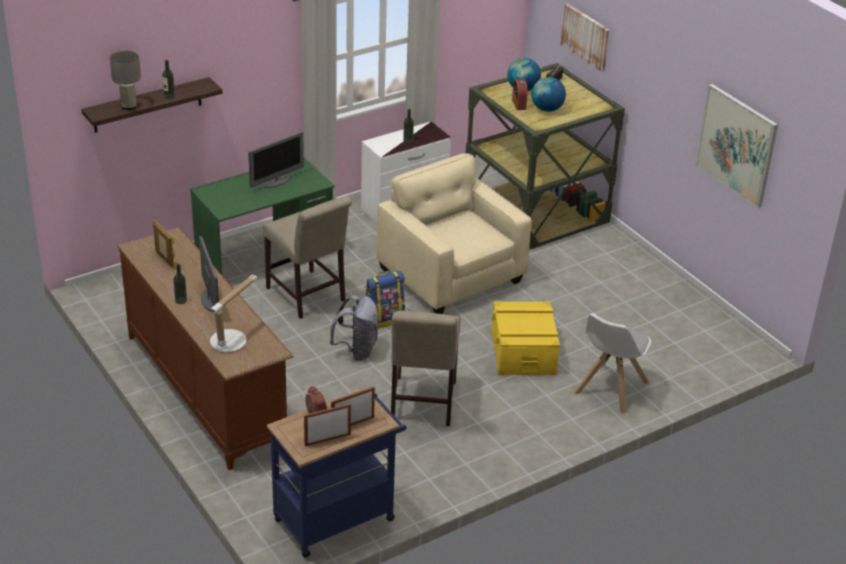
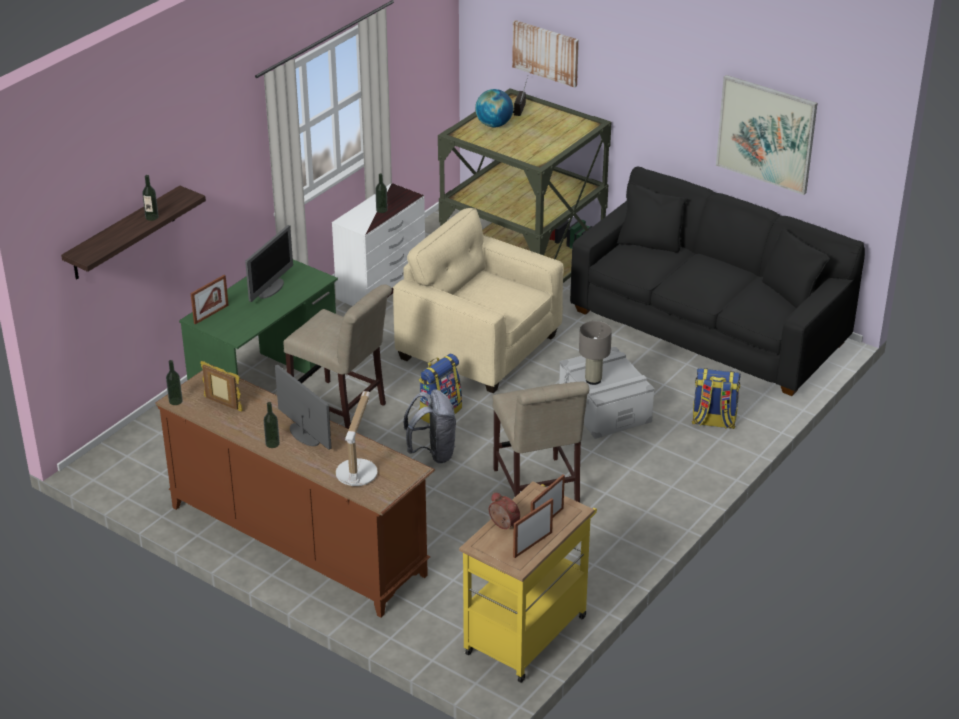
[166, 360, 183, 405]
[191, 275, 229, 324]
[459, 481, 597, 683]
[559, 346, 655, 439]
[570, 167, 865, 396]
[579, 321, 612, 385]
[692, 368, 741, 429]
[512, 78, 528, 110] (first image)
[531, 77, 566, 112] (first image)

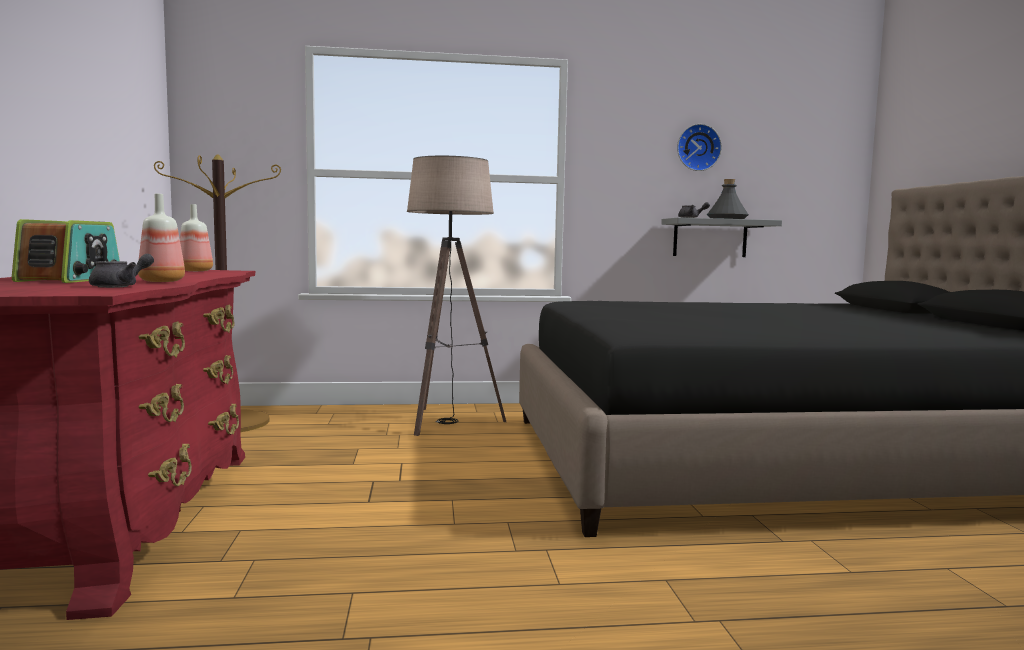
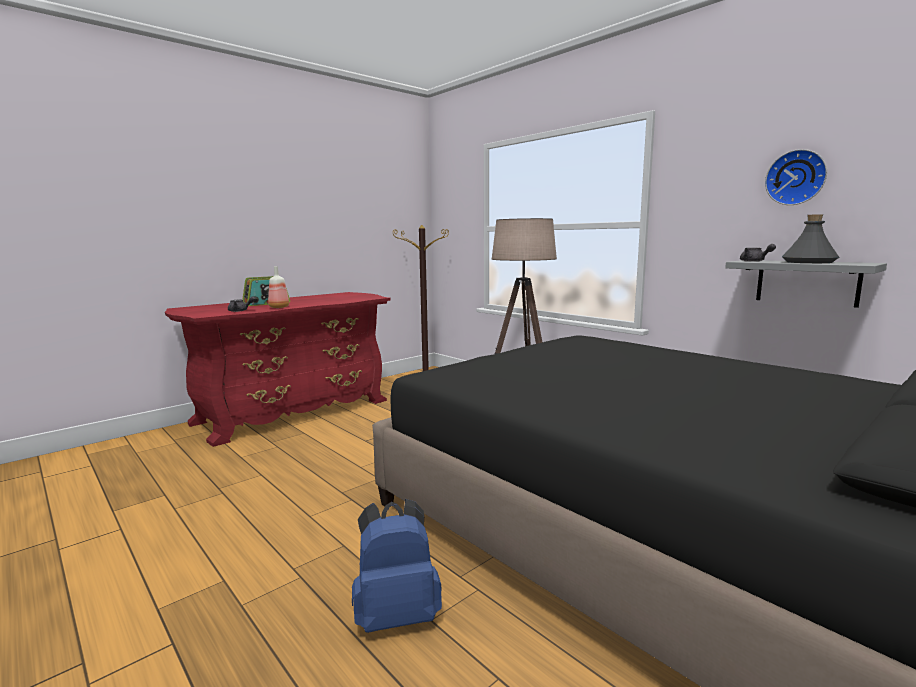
[352, 499, 442, 633]
[180, 204, 213, 271] (first image)

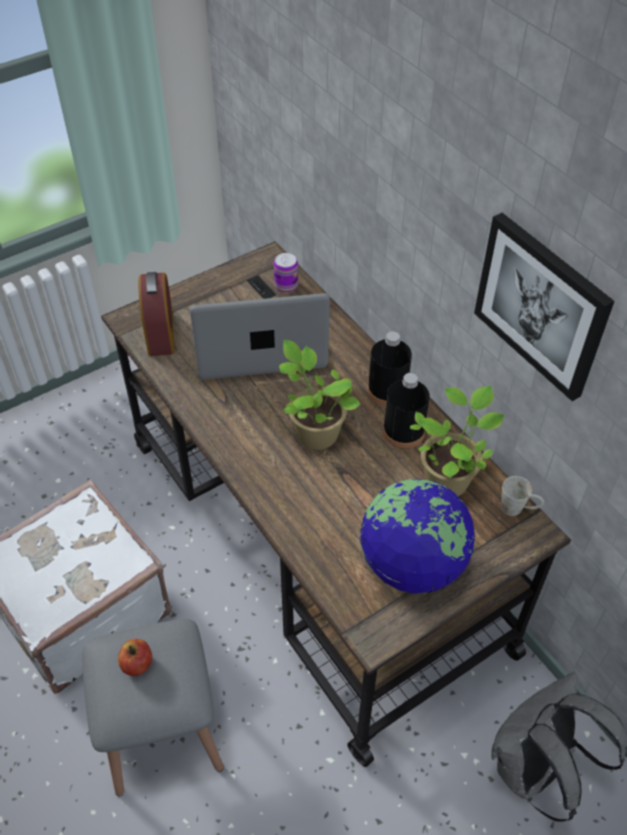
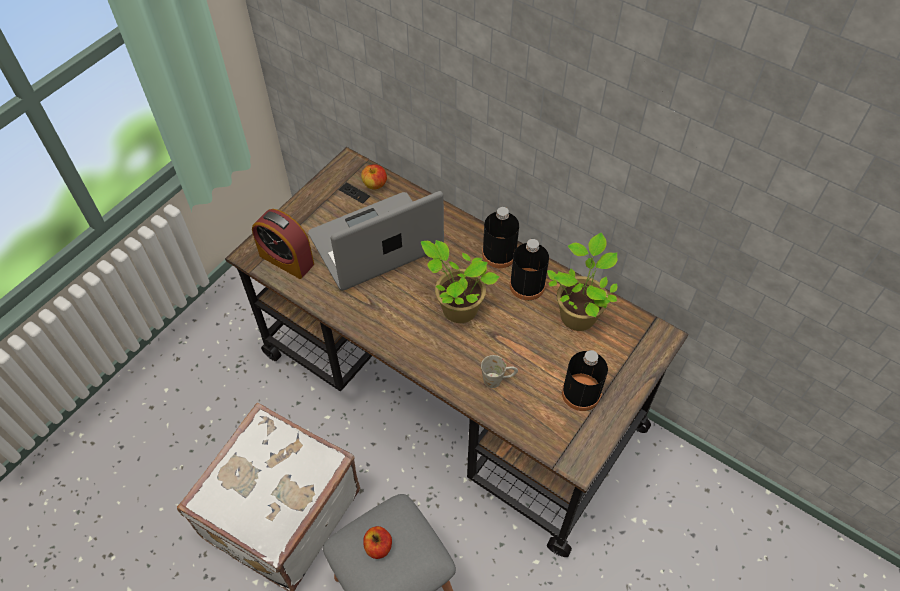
[252, 209, 314, 279]
[361, 164, 387, 190]
[481, 355, 518, 388]
[562, 350, 608, 411]
[474, 213, 614, 401] (first image)
[492, 672, 627, 822] (first image)

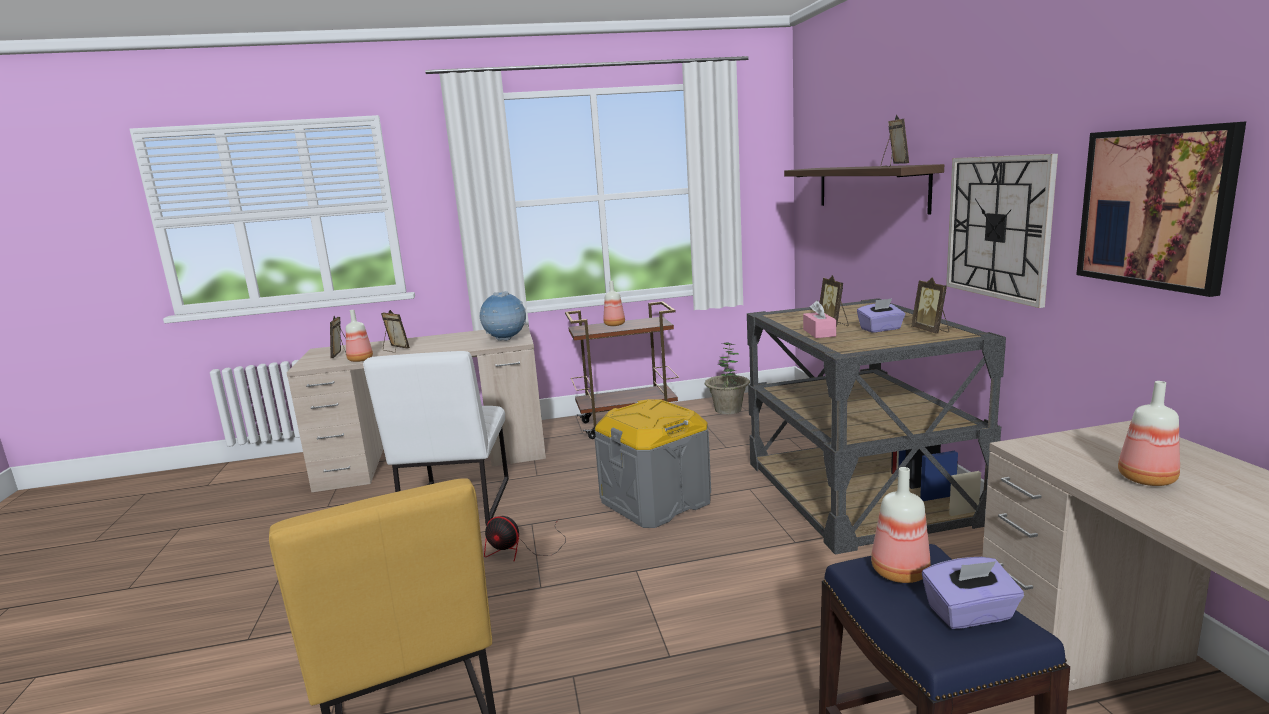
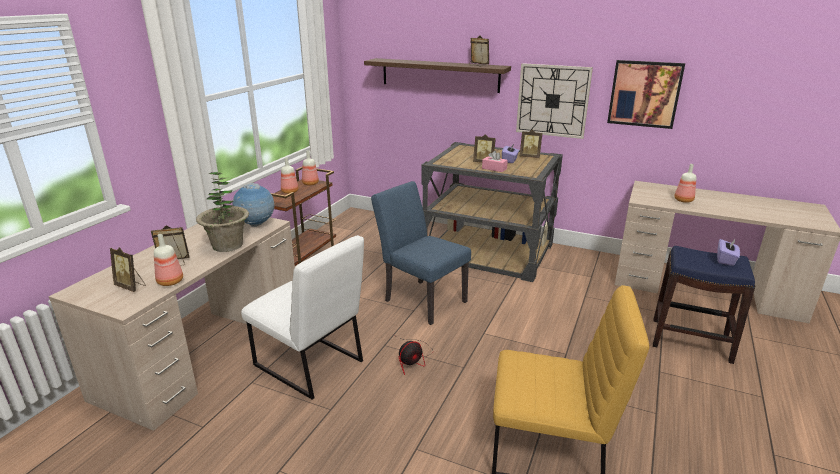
[196, 172, 249, 252]
[302, 150, 319, 186]
[371, 181, 471, 325]

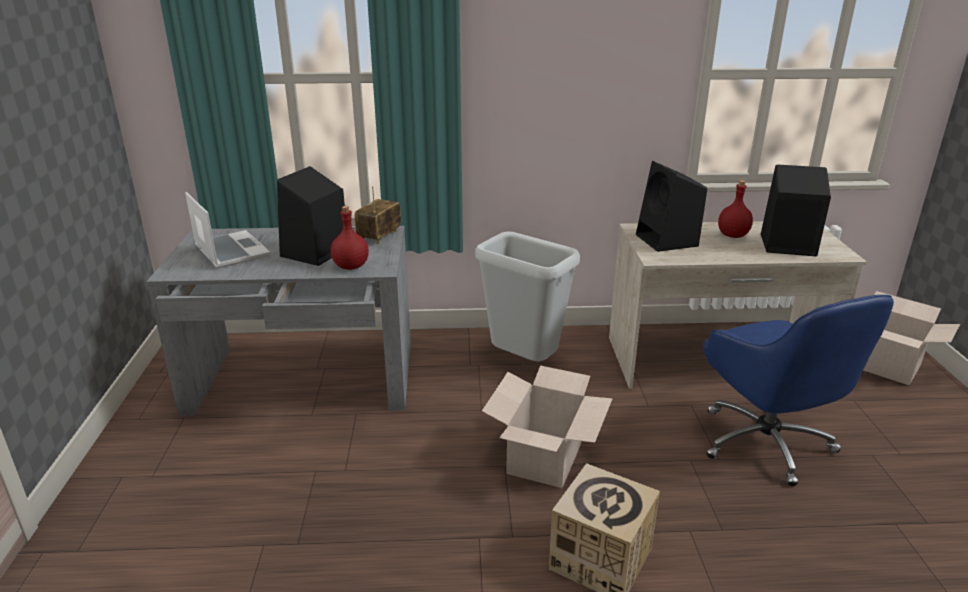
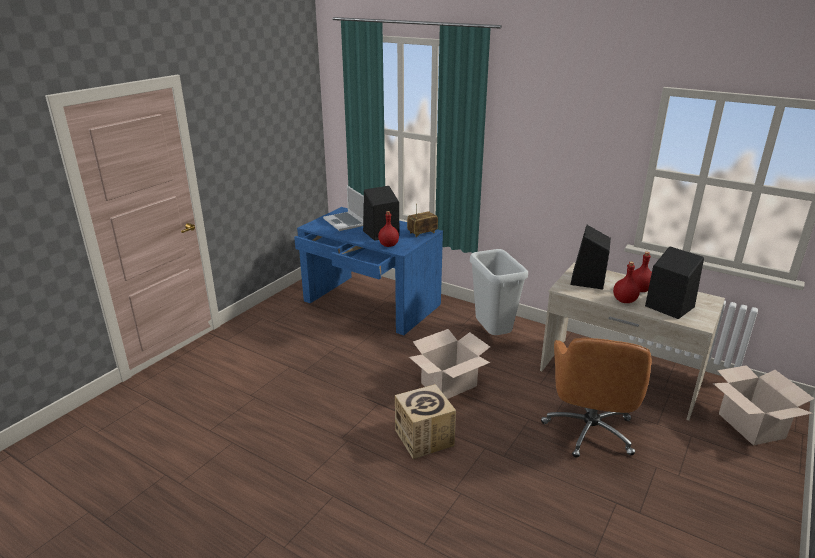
[294, 207, 443, 335]
[323, 186, 364, 231]
[541, 338, 652, 458]
[613, 262, 640, 303]

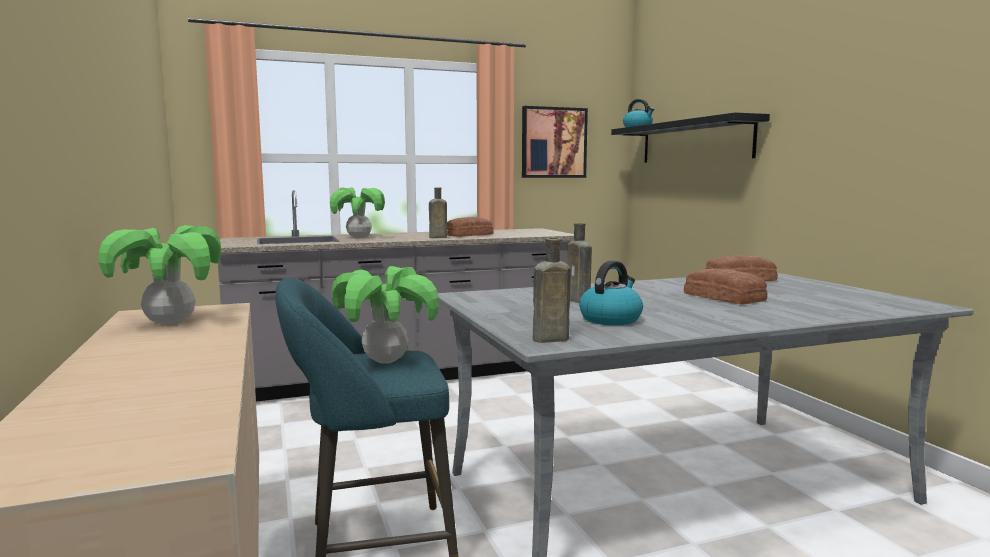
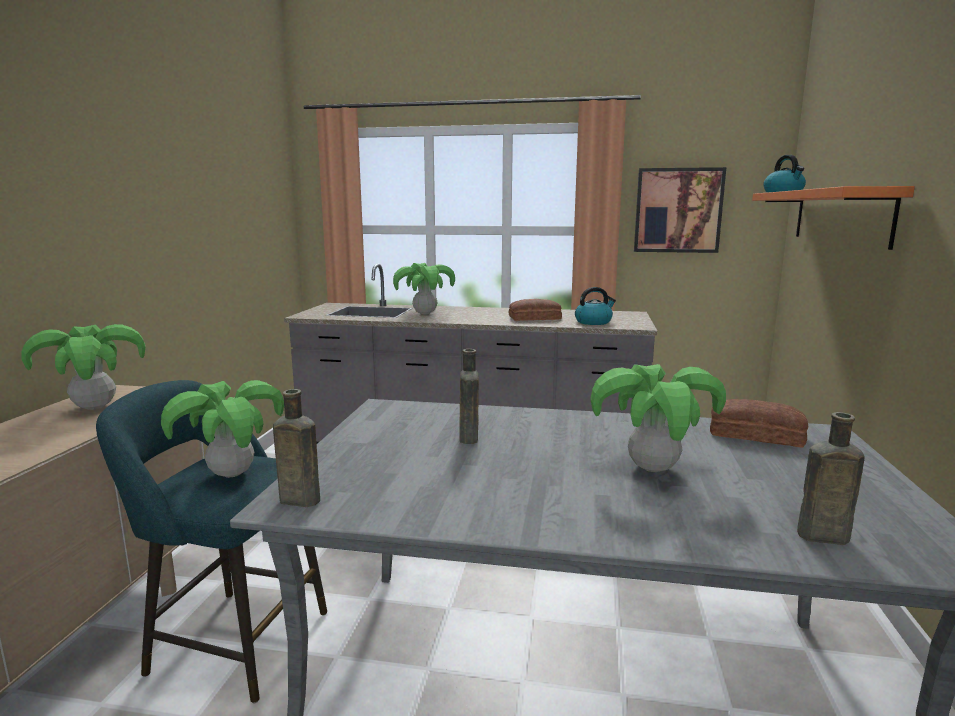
[575, 287, 616, 325]
[590, 364, 726, 472]
[752, 186, 915, 250]
[797, 412, 864, 545]

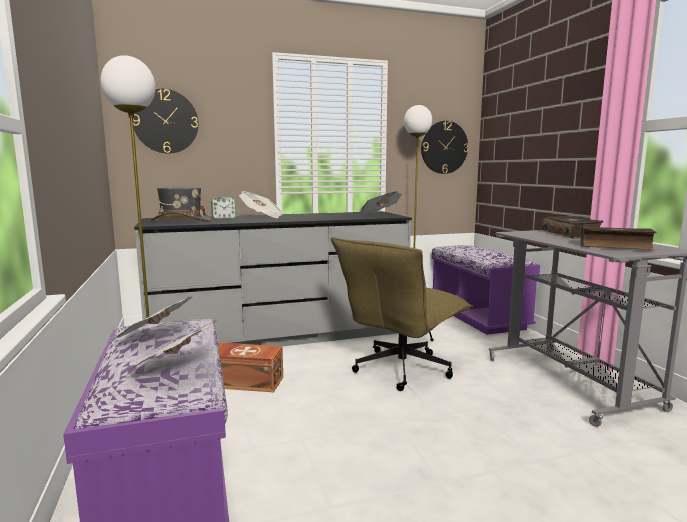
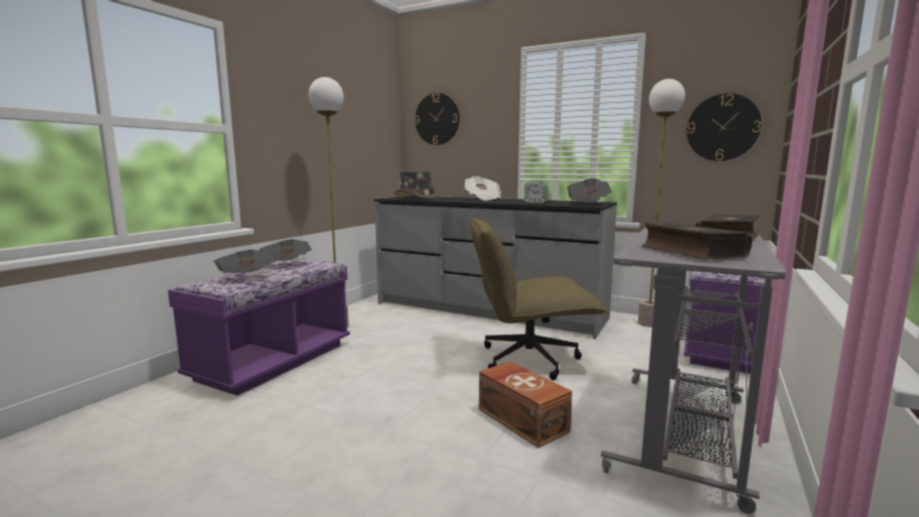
[479, 361, 572, 448]
[524, 182, 548, 203]

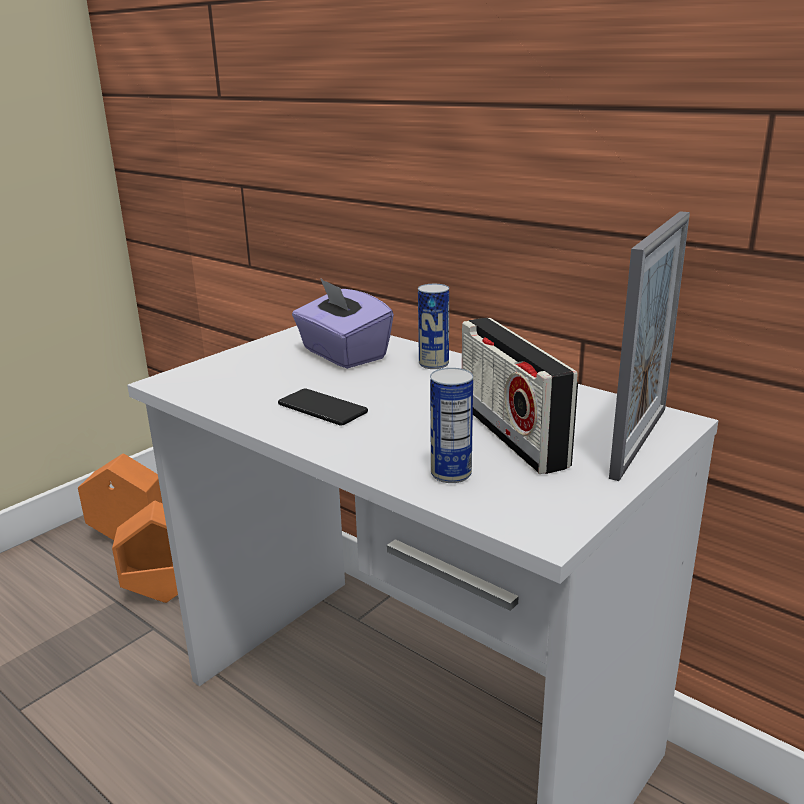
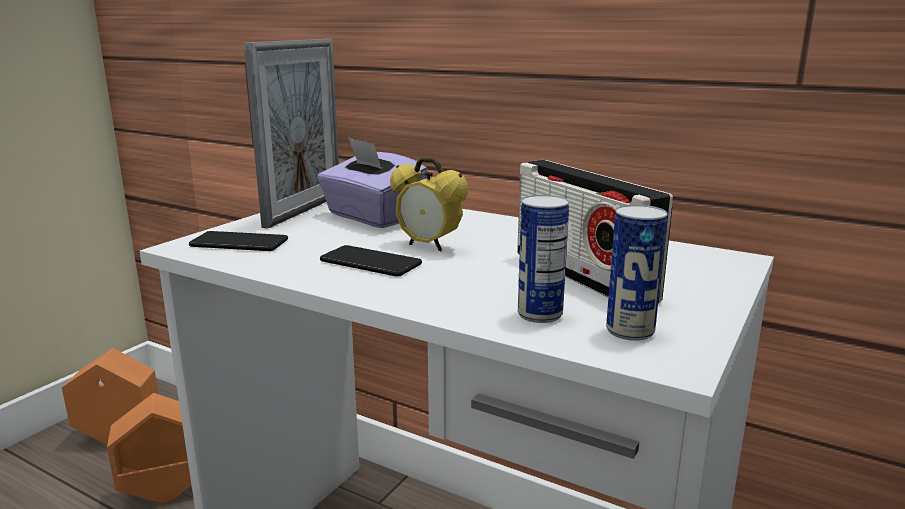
[189, 231, 288, 251]
[244, 39, 339, 229]
[390, 157, 468, 251]
[606, 205, 668, 341]

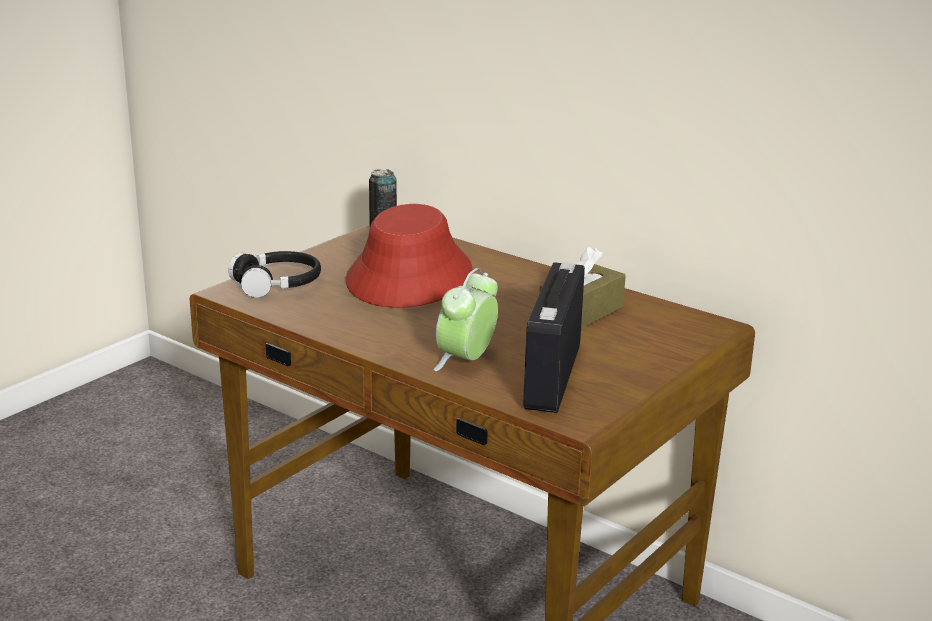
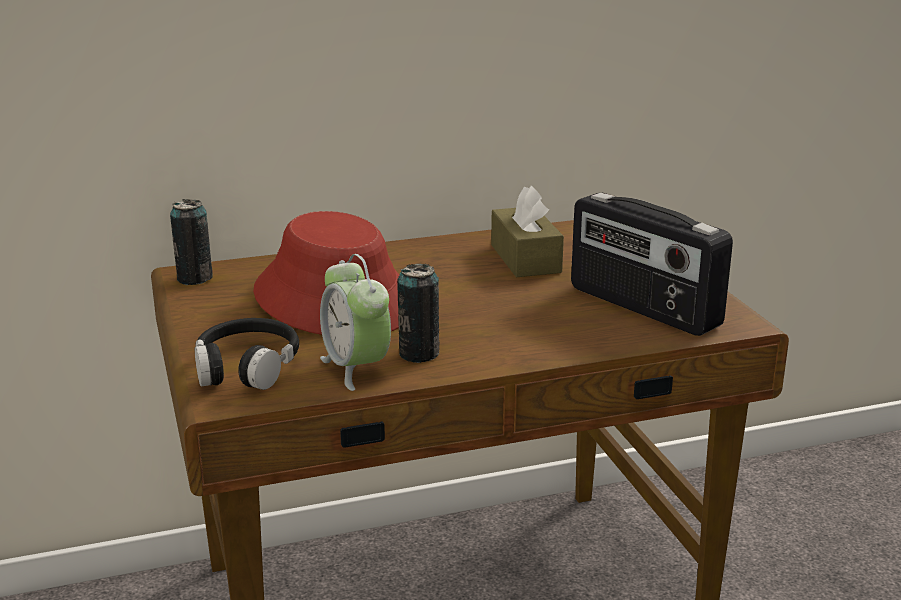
[320, 254, 391, 391]
[397, 264, 440, 363]

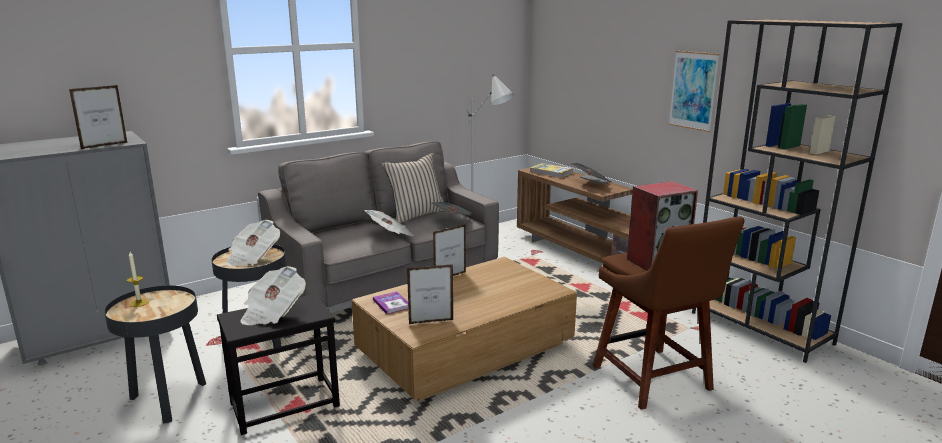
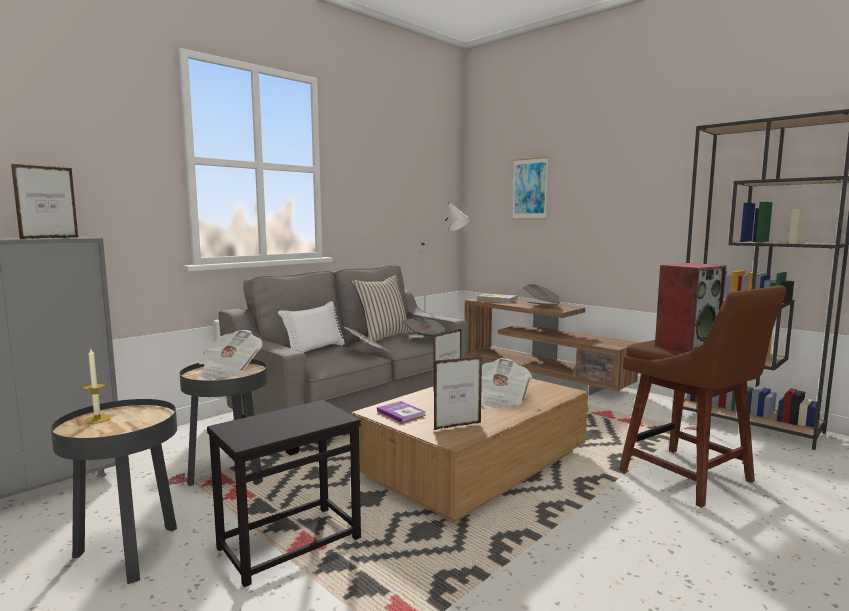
[278, 301, 345, 352]
[481, 358, 532, 409]
[512, 157, 548, 220]

